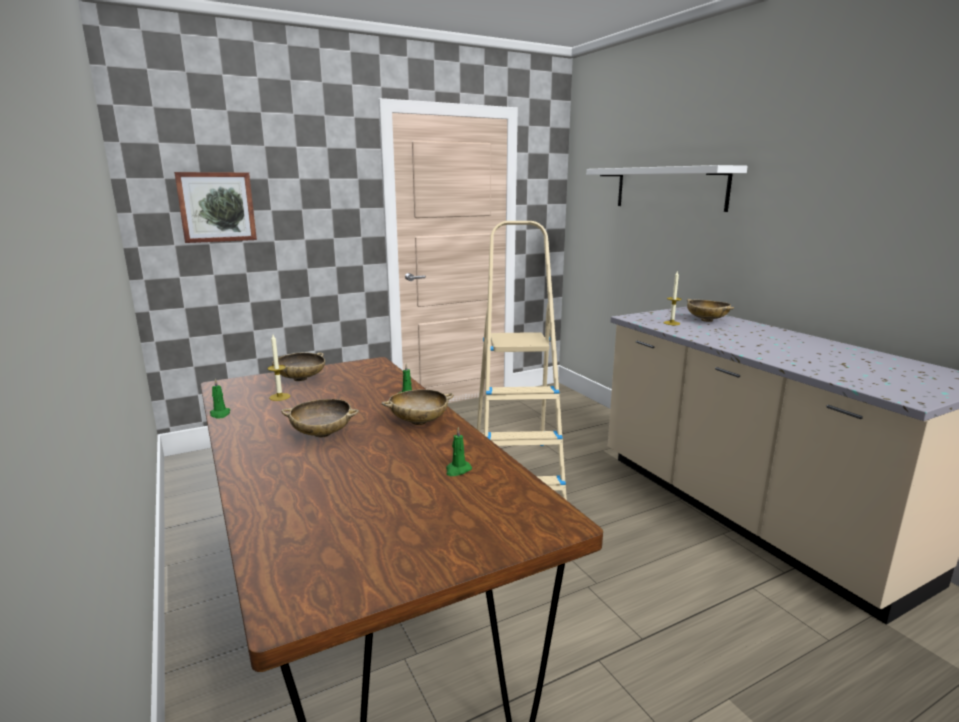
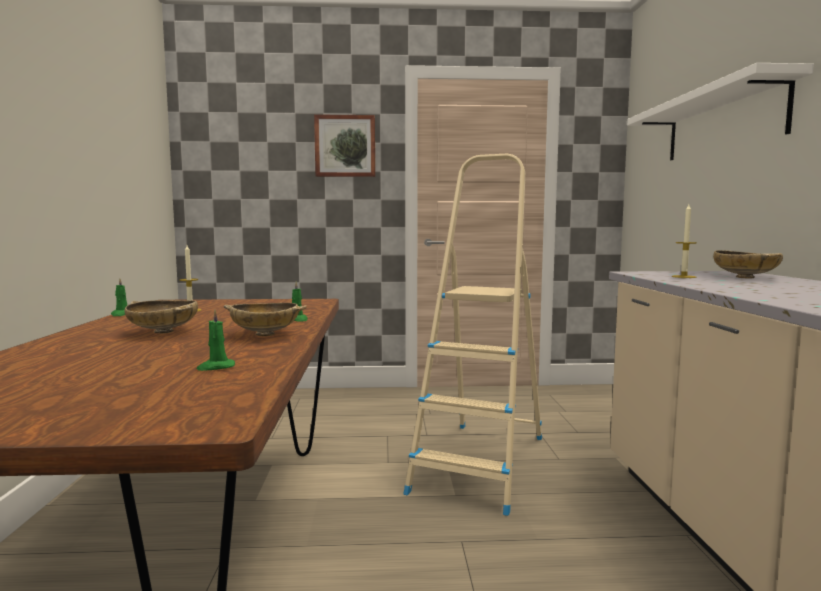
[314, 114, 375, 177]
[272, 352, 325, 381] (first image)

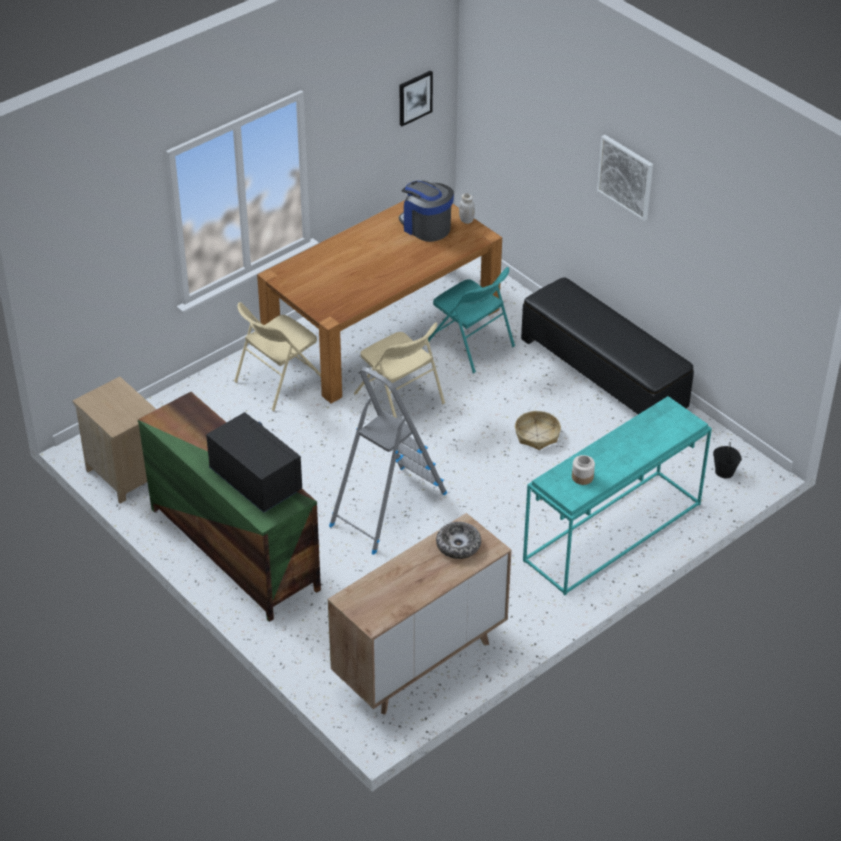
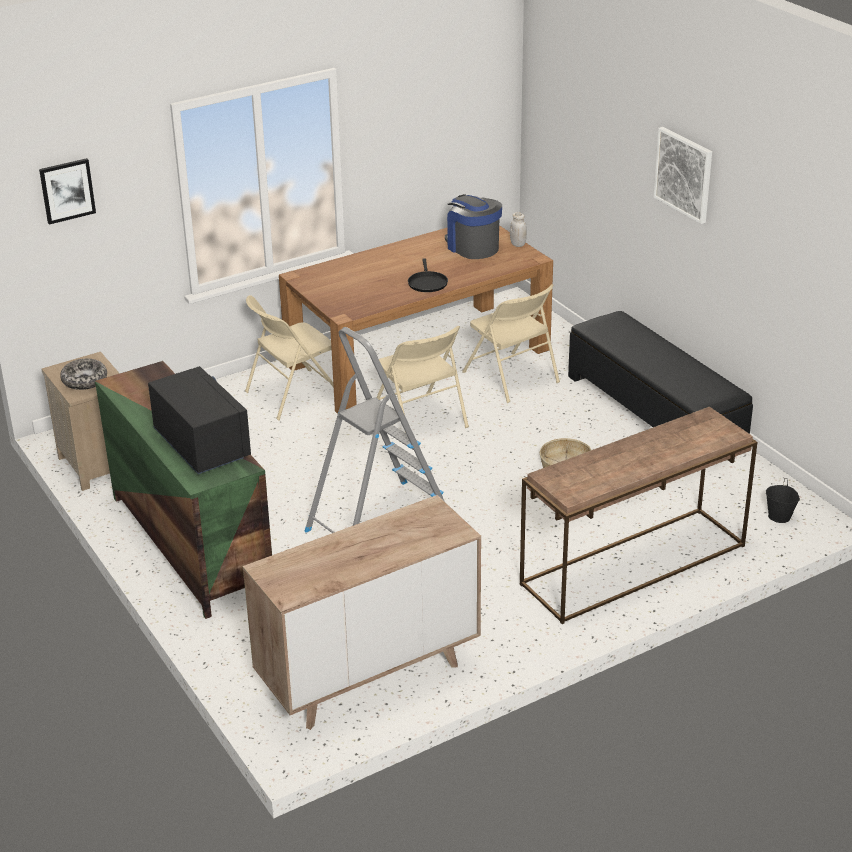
[39, 158, 96, 225]
[60, 359, 107, 390]
[408, 258, 448, 292]
[462, 284, 560, 403]
[520, 407, 757, 624]
[572, 455, 595, 485] (first image)

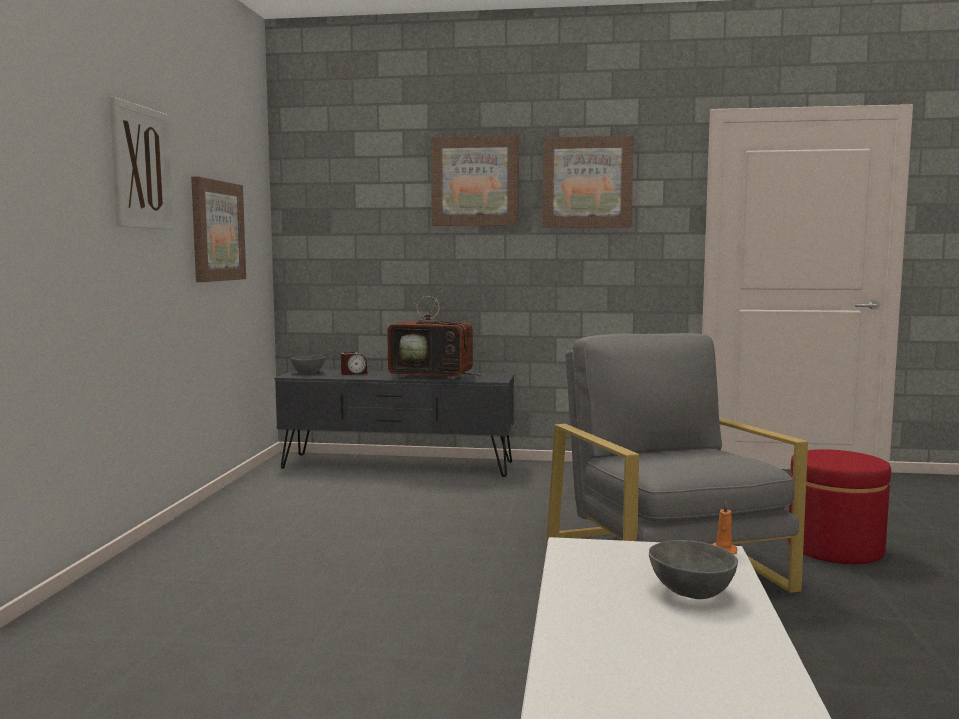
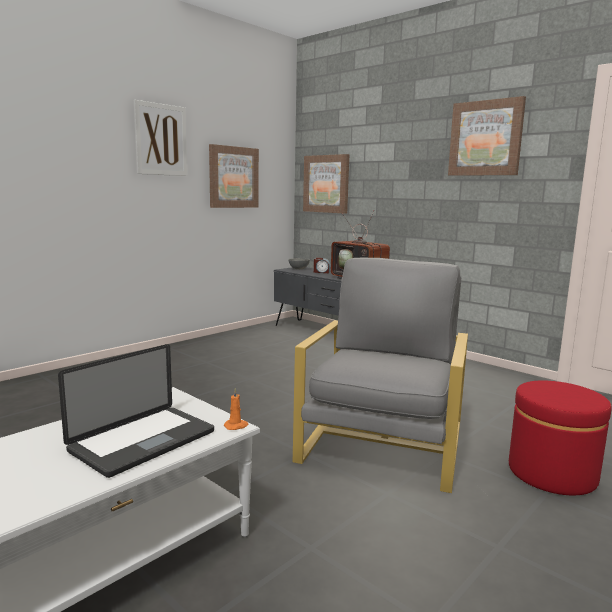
[58, 344, 214, 478]
[303, 154, 349, 214]

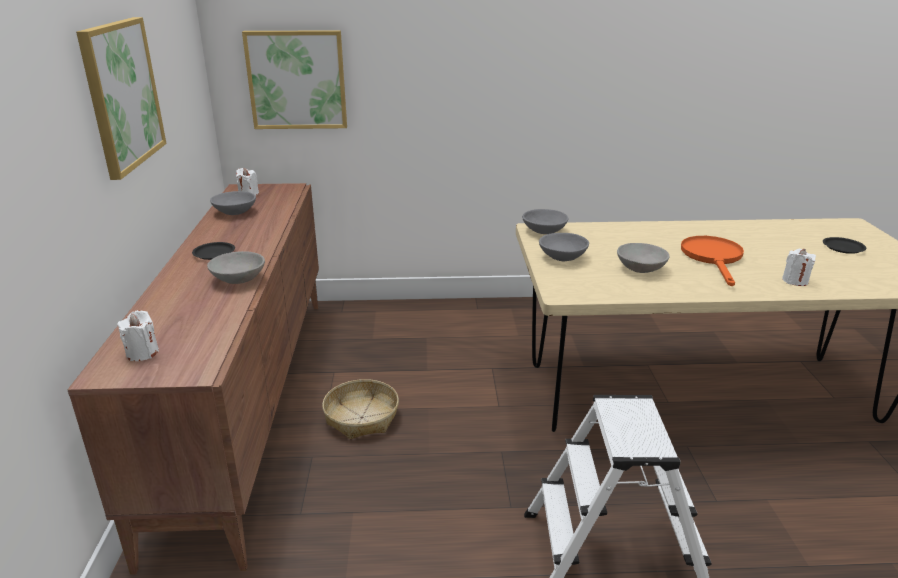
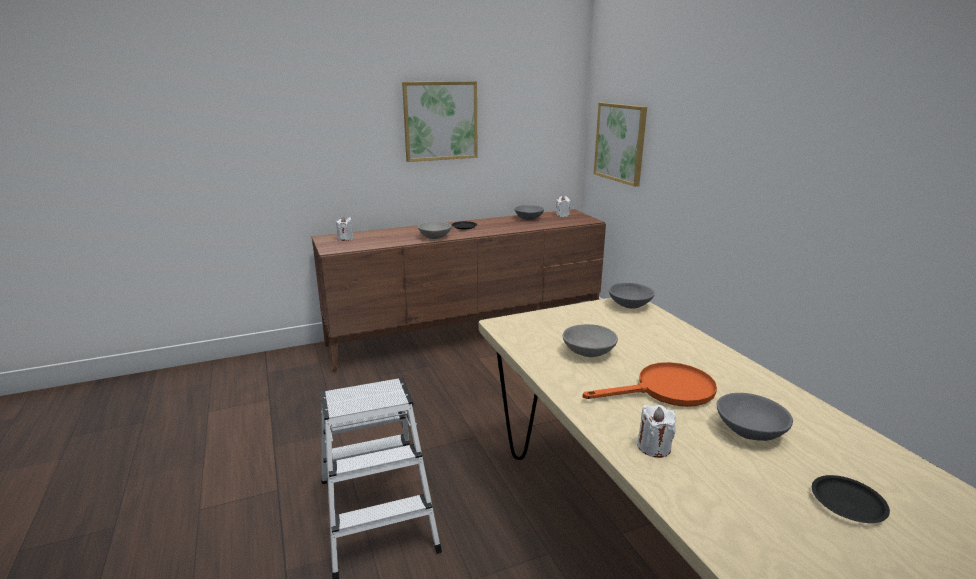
[717, 393, 793, 441]
[322, 379, 399, 439] (first image)

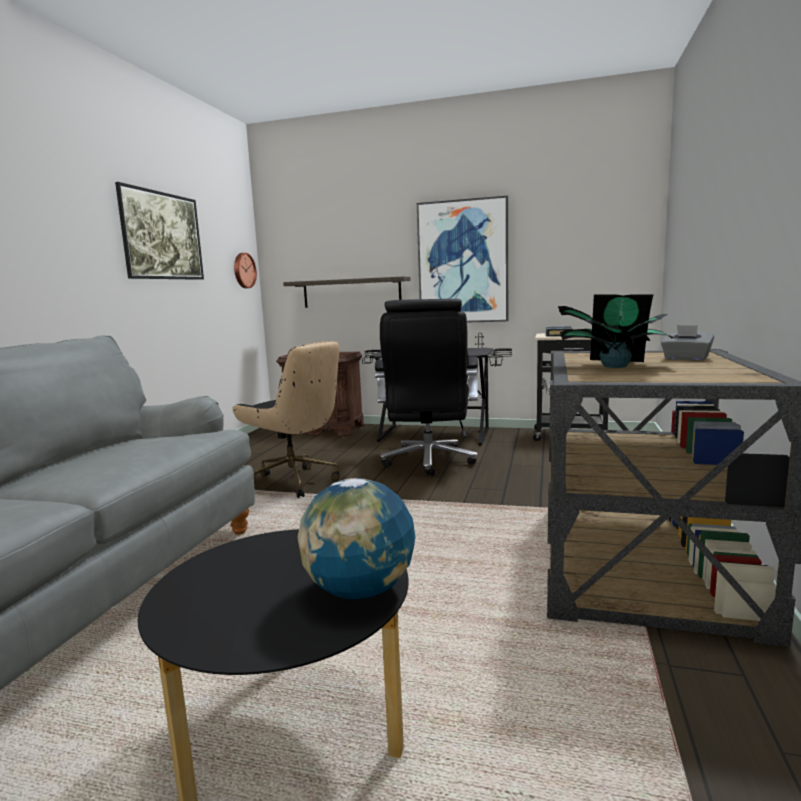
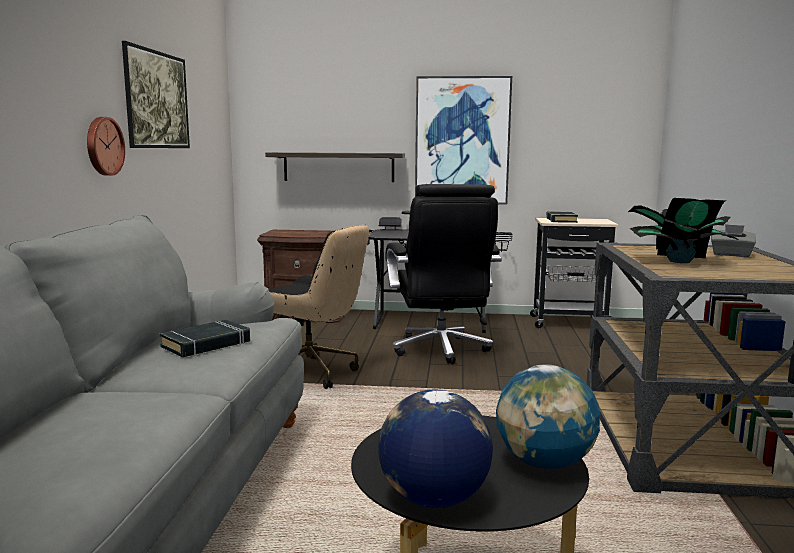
[87, 117, 125, 176]
[160, 320, 250, 357]
[378, 390, 493, 508]

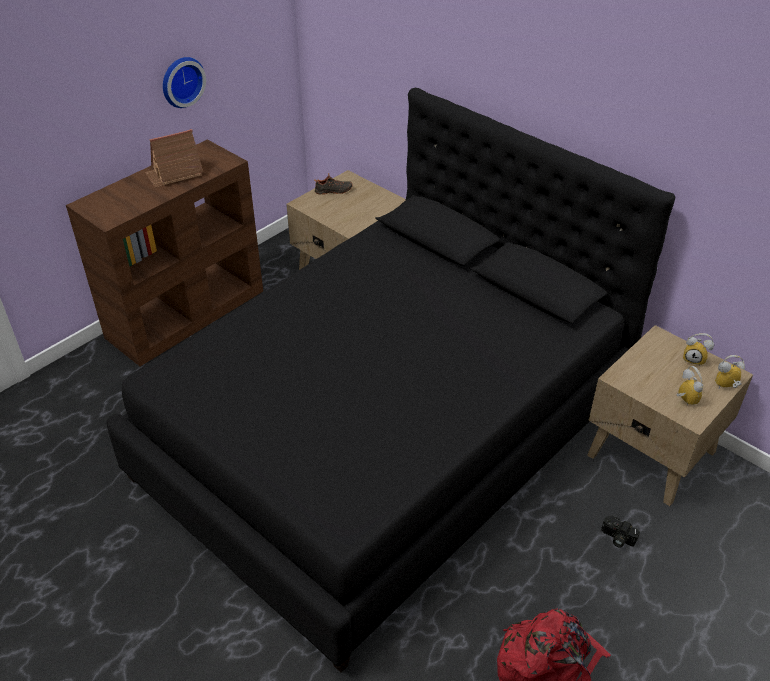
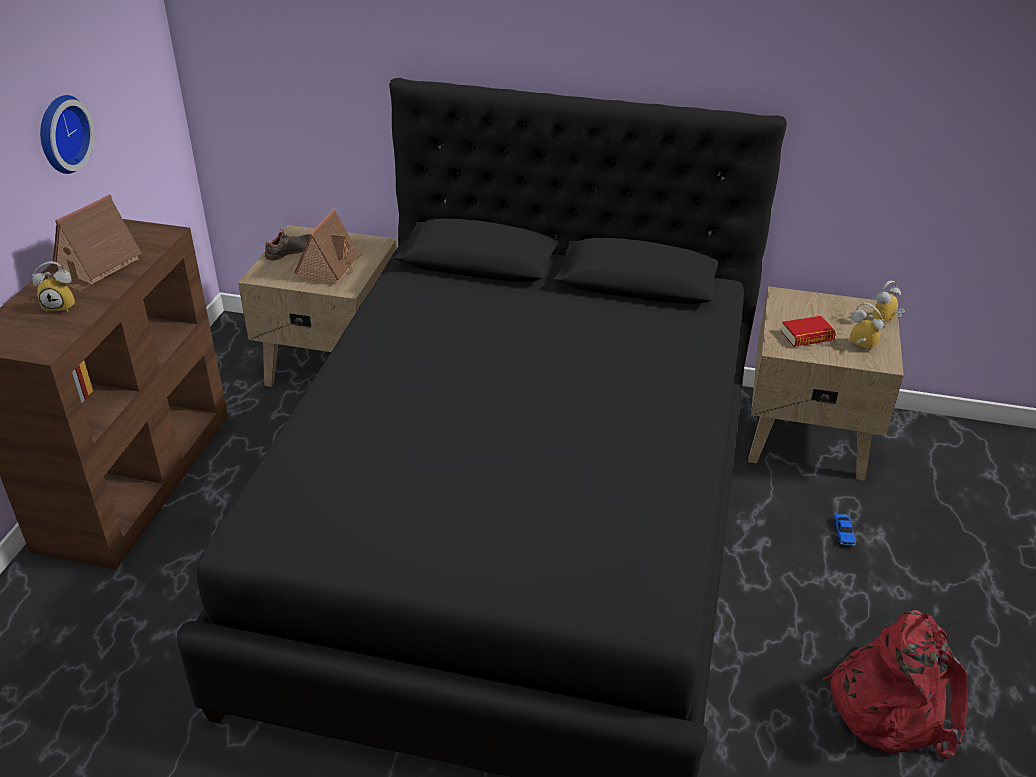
[32, 261, 75, 312]
[294, 209, 361, 284]
[781, 316, 835, 347]
[834, 514, 856, 546]

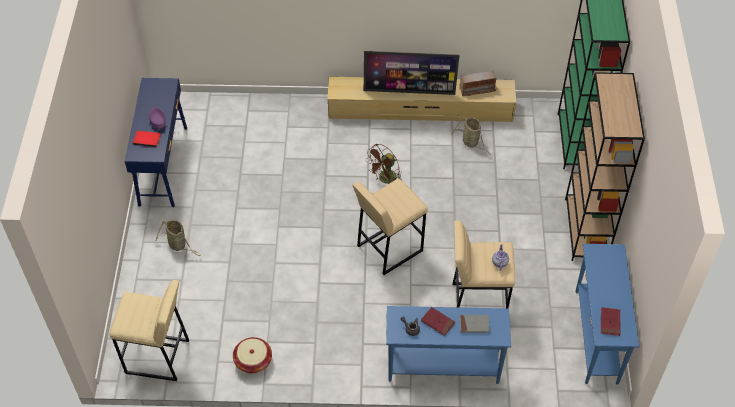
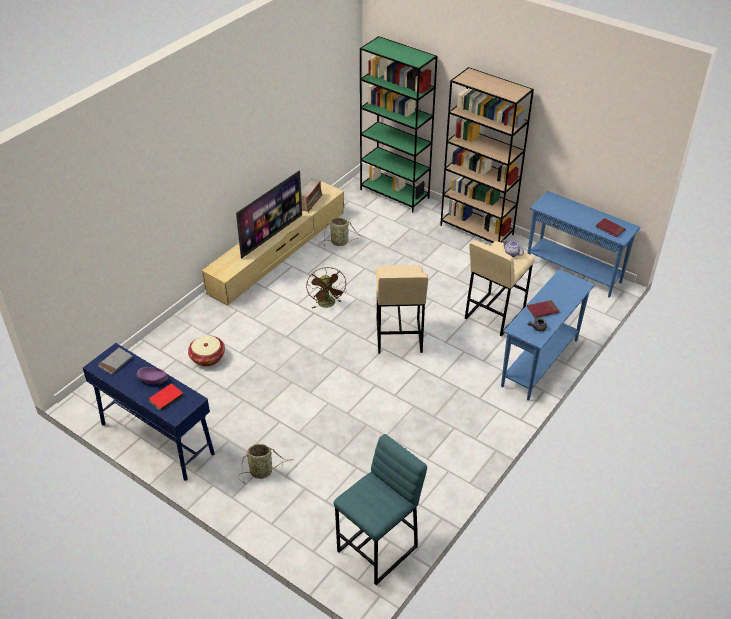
[98, 348, 133, 375]
[188, 335, 225, 366]
[334, 434, 427, 585]

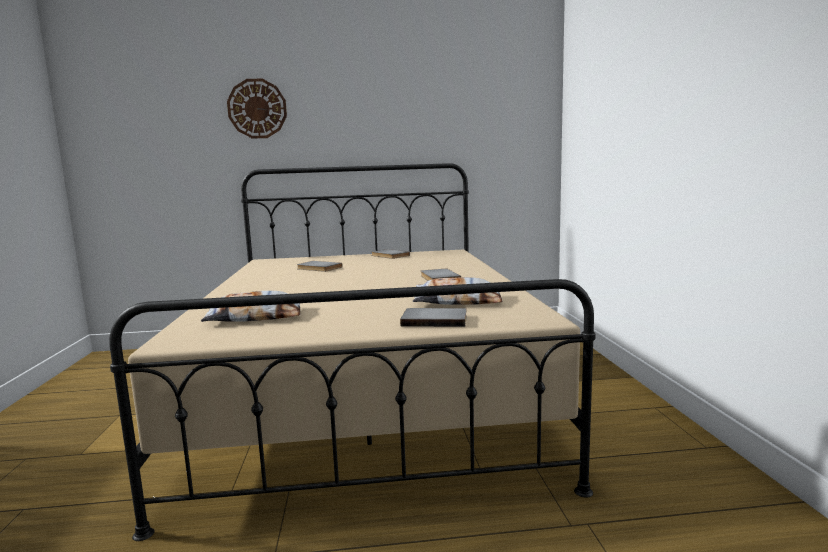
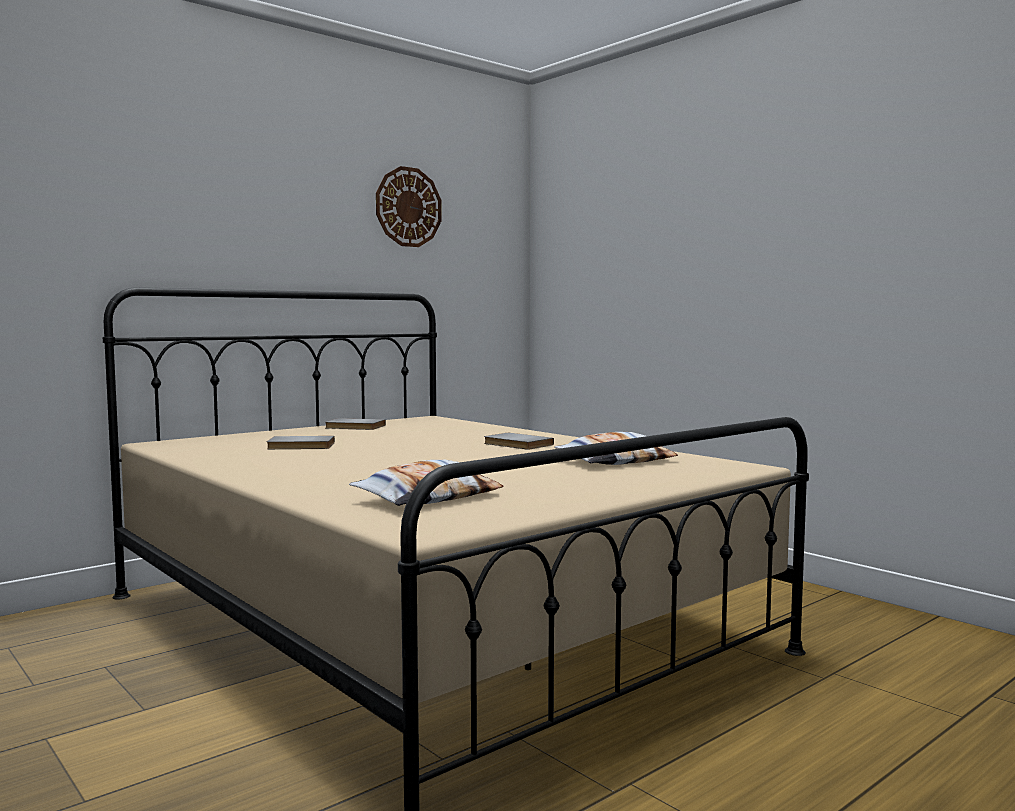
[376, 166, 442, 247]
[400, 308, 467, 327] (first image)

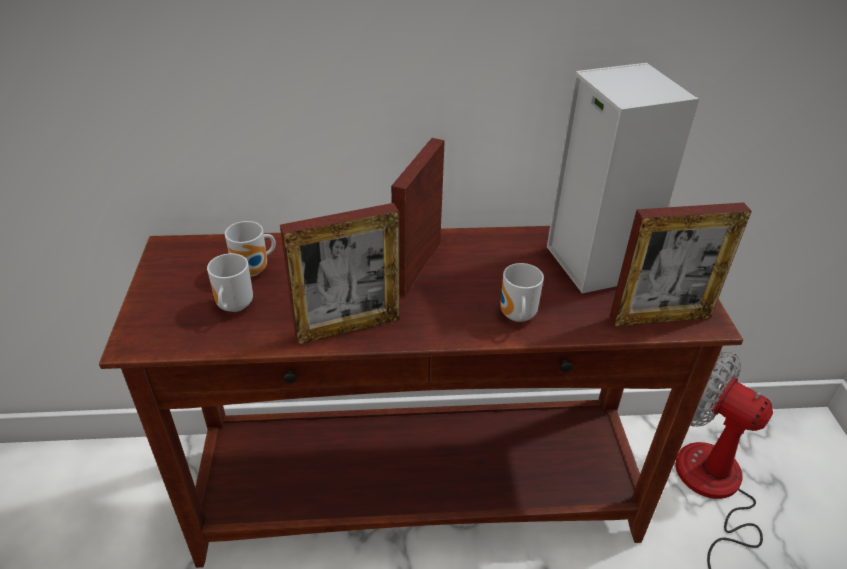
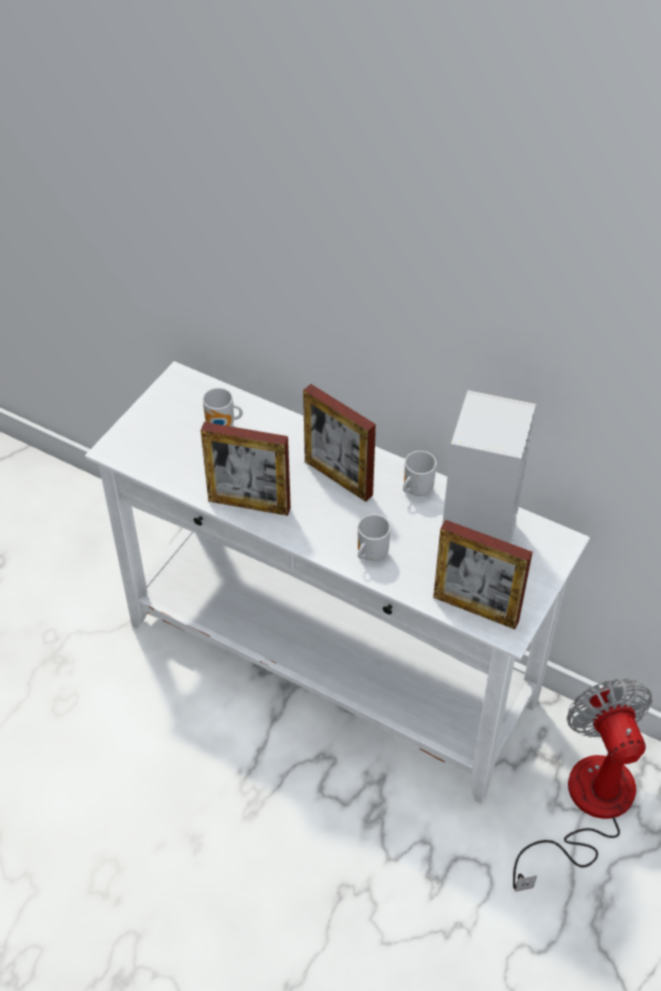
[85, 361, 590, 804]
[303, 384, 376, 502]
[403, 451, 437, 496]

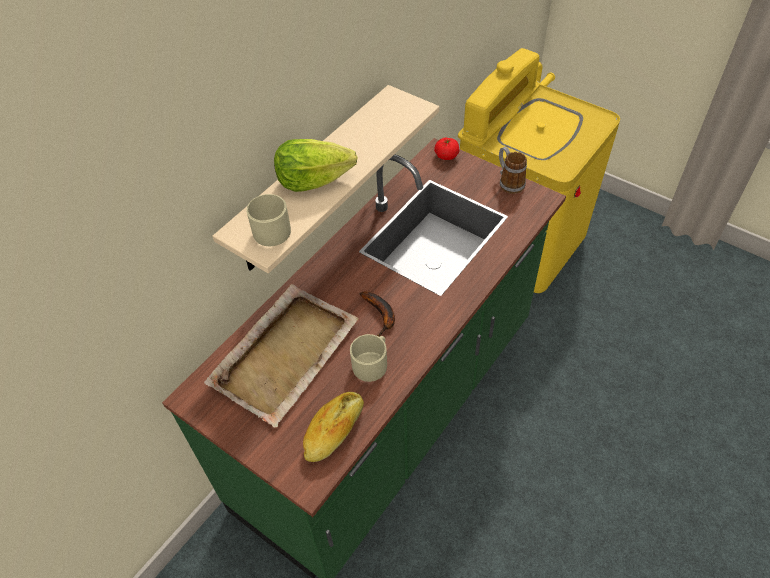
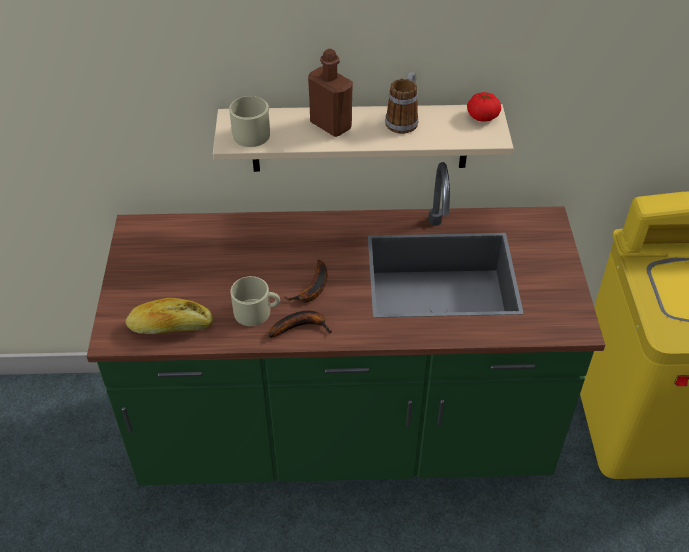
[268, 311, 332, 338]
[308, 49, 353, 137]
[385, 72, 418, 134]
[467, 92, 501, 122]
[204, 284, 359, 427] (first image)

